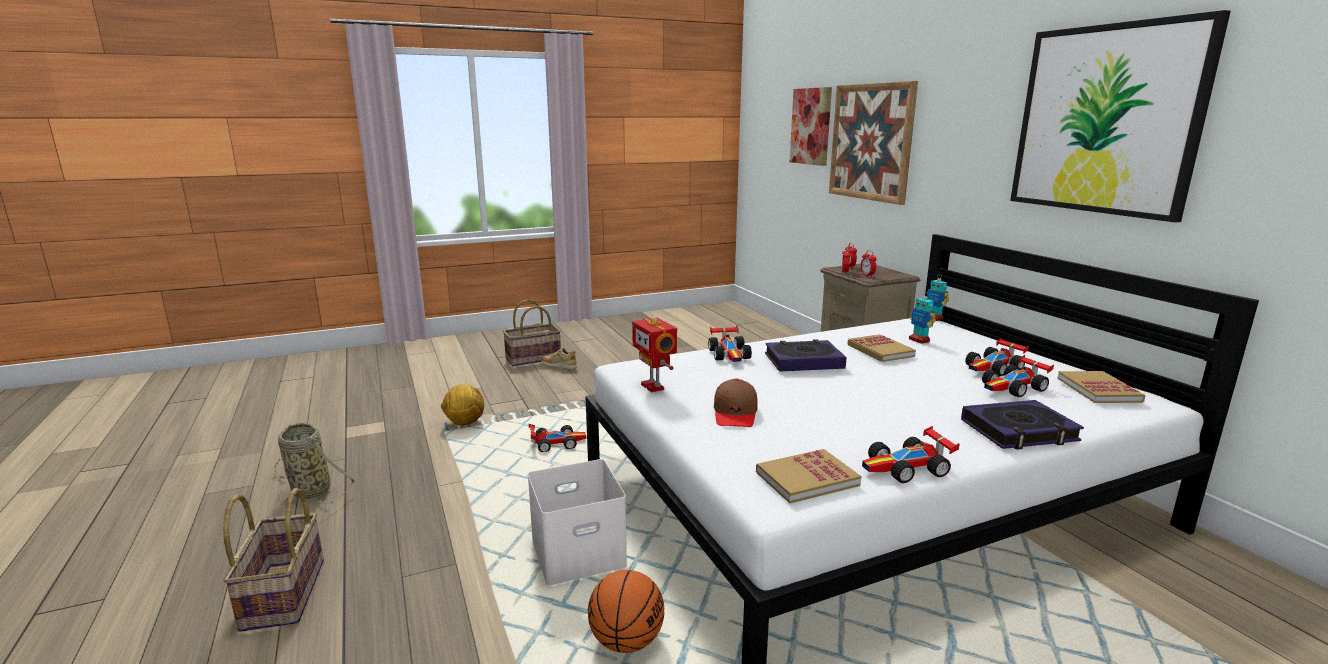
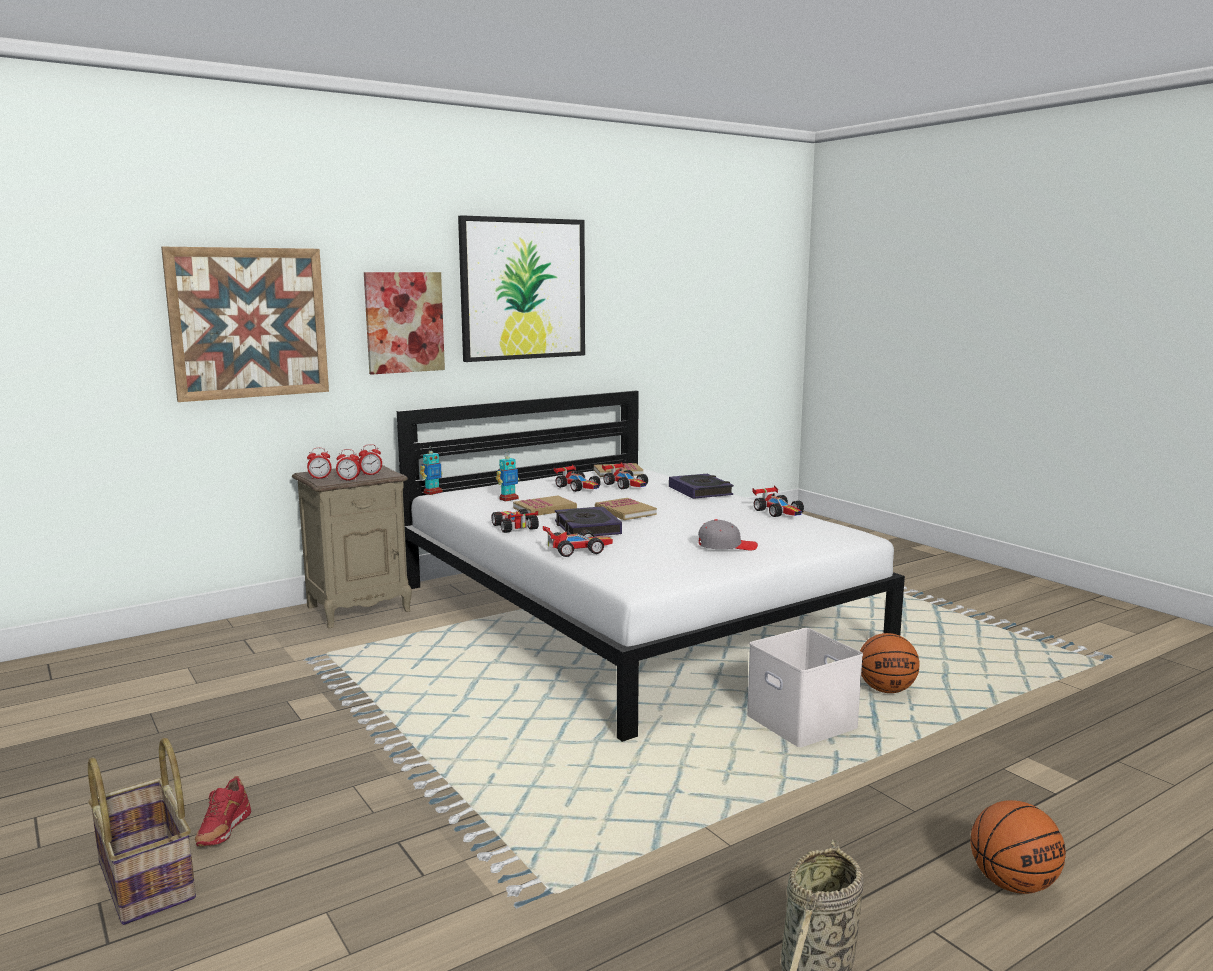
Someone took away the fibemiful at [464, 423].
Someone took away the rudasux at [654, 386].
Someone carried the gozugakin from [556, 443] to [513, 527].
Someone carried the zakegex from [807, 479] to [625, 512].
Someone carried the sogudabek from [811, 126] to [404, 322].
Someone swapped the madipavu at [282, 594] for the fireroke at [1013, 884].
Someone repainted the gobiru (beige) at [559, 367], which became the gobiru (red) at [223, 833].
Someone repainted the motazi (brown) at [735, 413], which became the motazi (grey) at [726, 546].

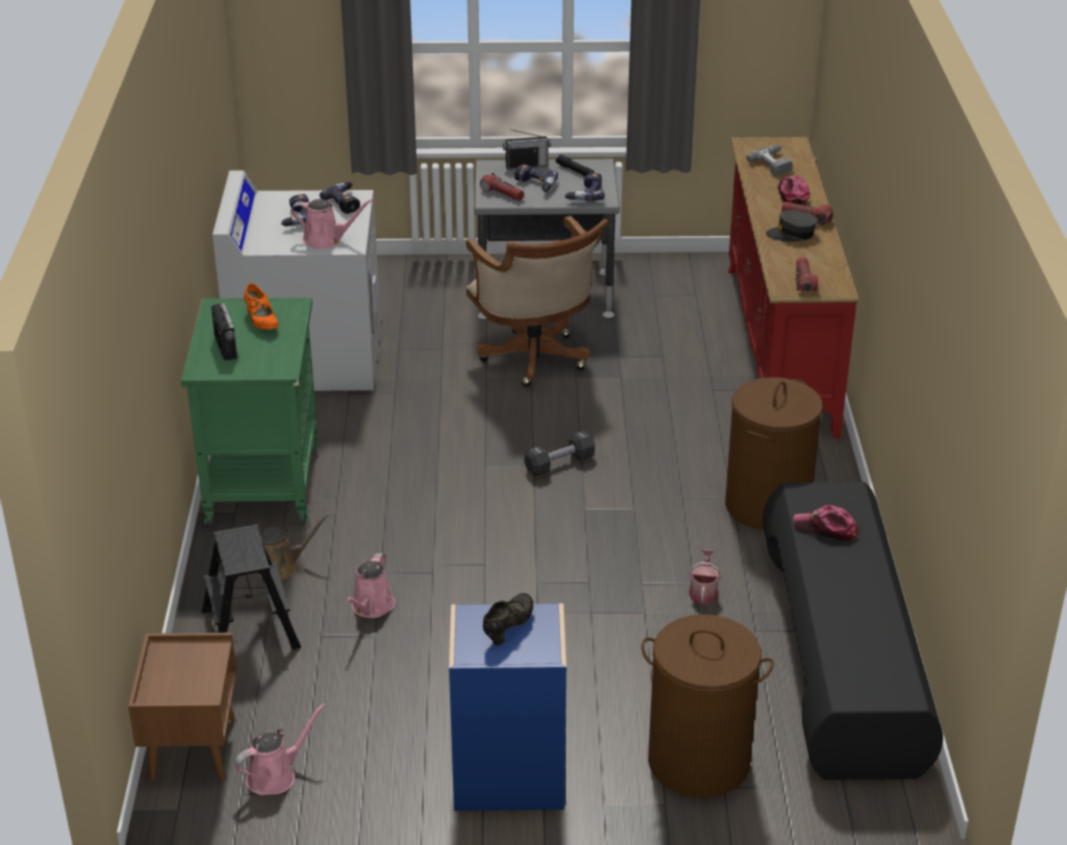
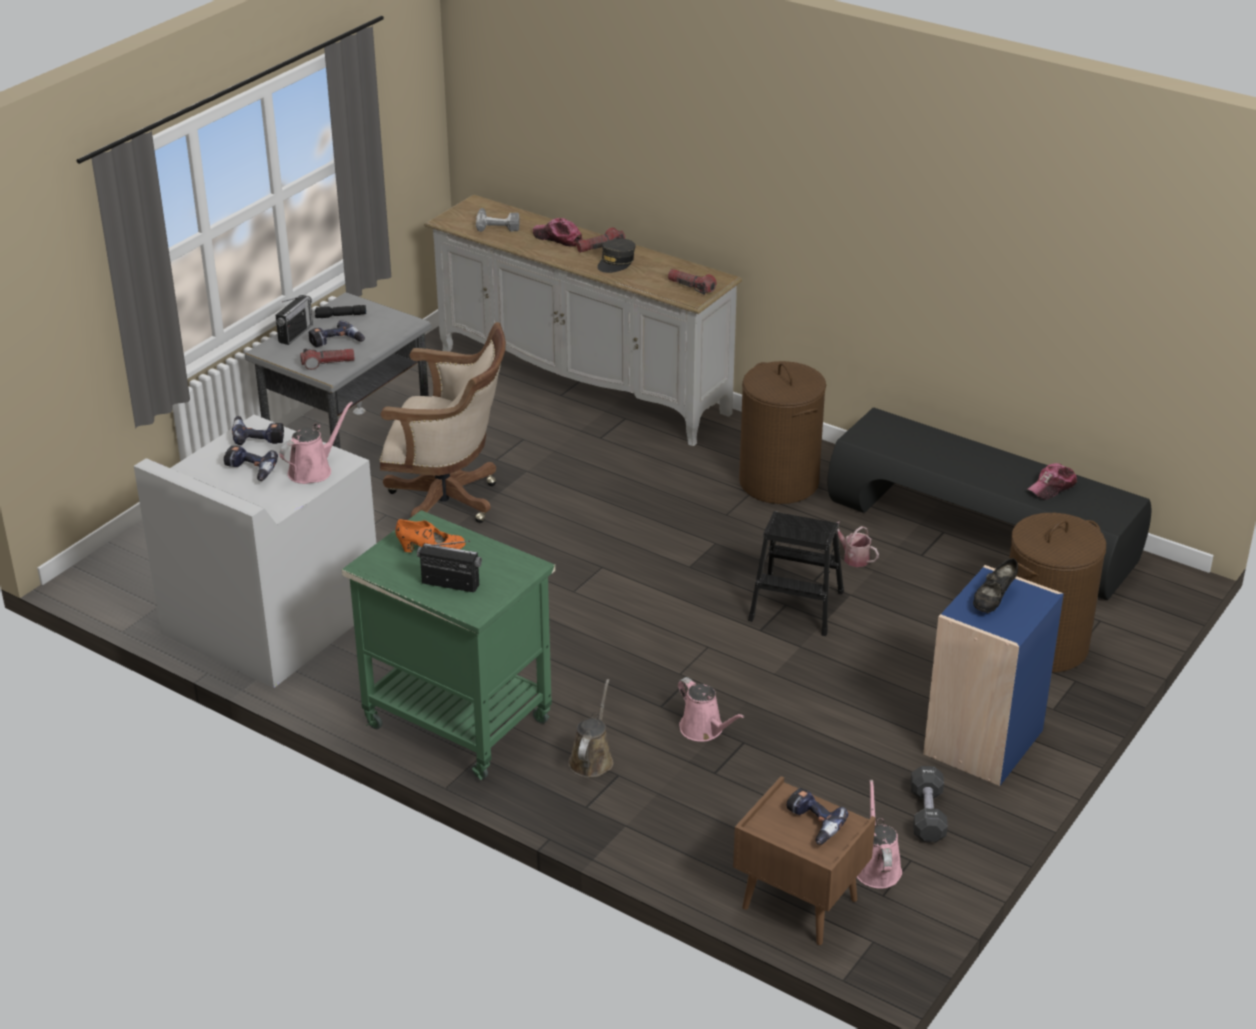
Someone carried the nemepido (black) from [250, 628] to [796, 605].
Someone carried the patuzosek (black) from [559, 464] to [927, 815].
Someone carried the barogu from [585, 195] to [812, 824].
Someone carried the motazi from [826, 529] to [1052, 487].
Someone repainted the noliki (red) at [778, 348], which became the noliki (grey) at [581, 385].
Someone rotated the gobiru (black) at [508, 627] by 120 degrees counterclockwise.

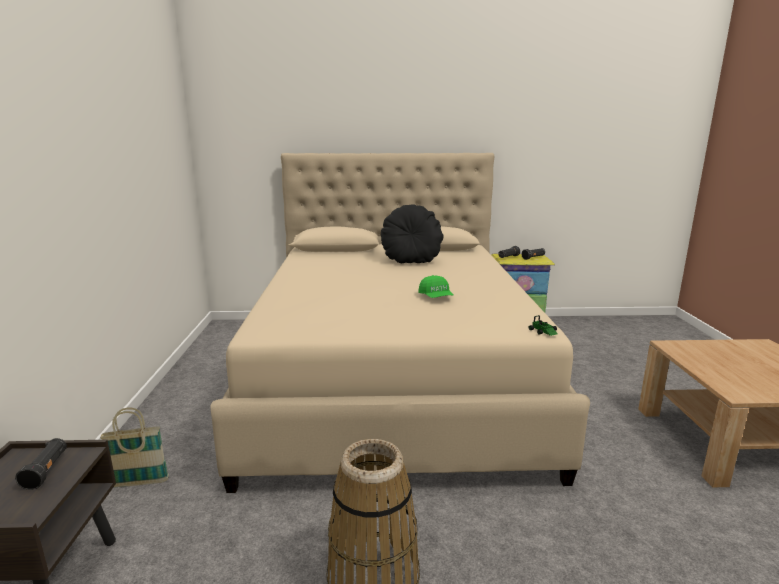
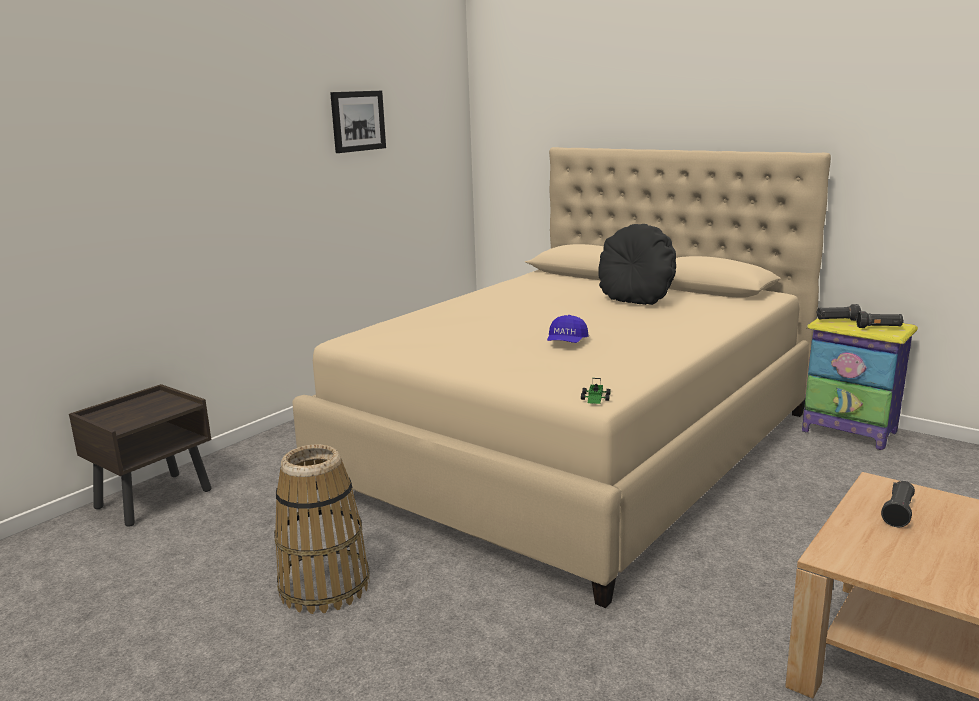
Someone took away the madipavu at [140, 483].
Someone put up the sogudabek at [357, 121].
Someone carried the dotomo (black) from [46, 471] to [898, 513].
Someone repainted the motazi (green) at [436, 297], which became the motazi (blue) at [566, 343].

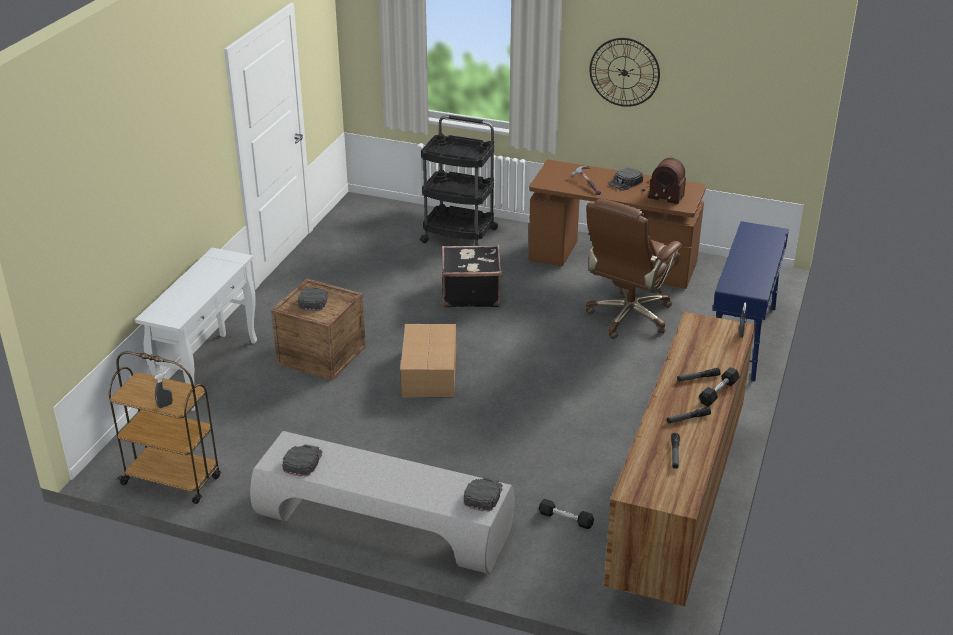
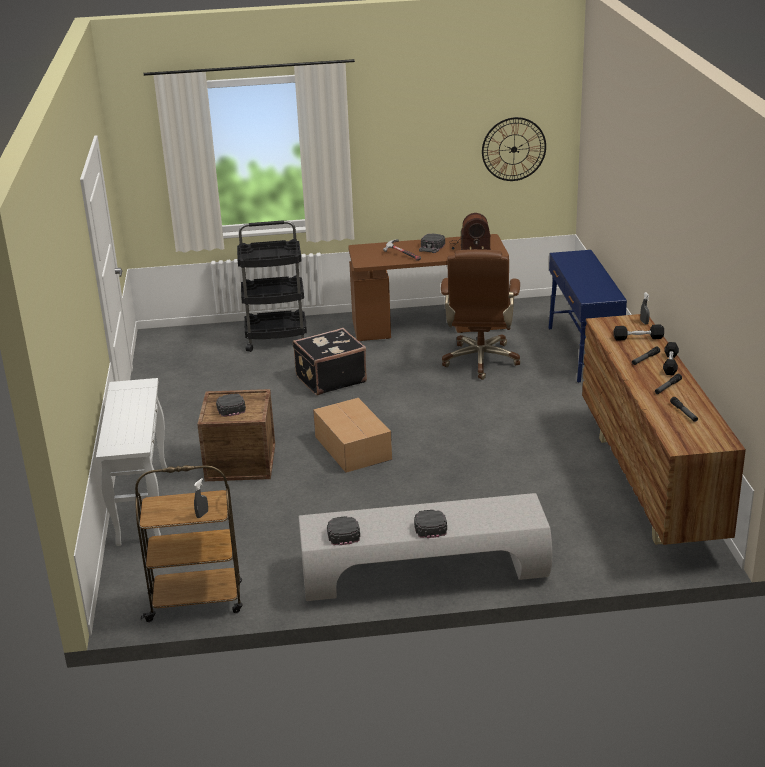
Someone carried the motazi (black) from [483, 495] to [429, 525].
Someone carried the patuzosek (black) from [565, 519] to [638, 338].
Someone carried the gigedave from [624, 72] to [514, 149].

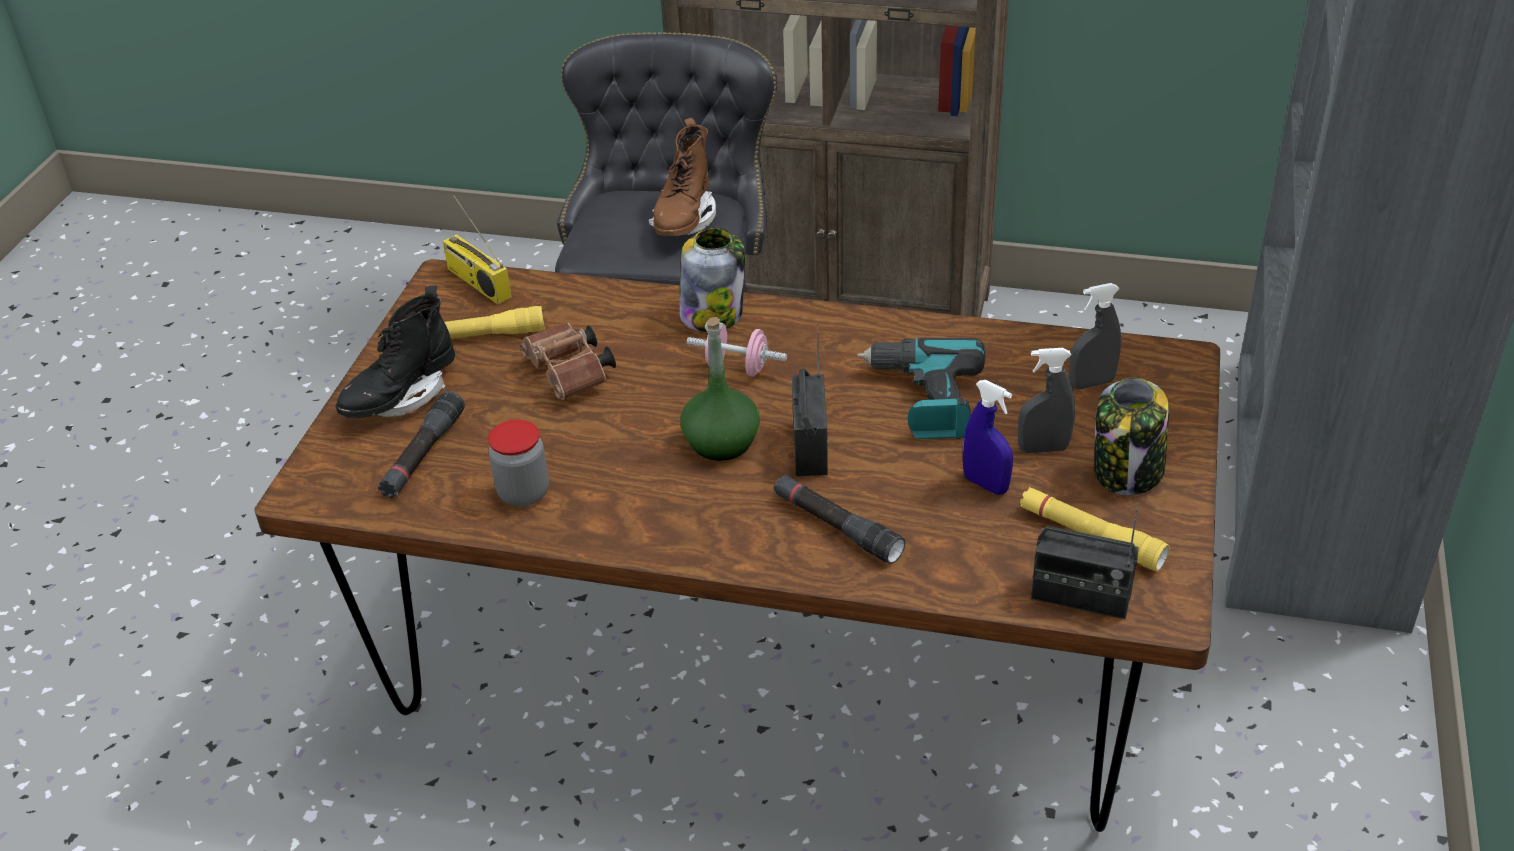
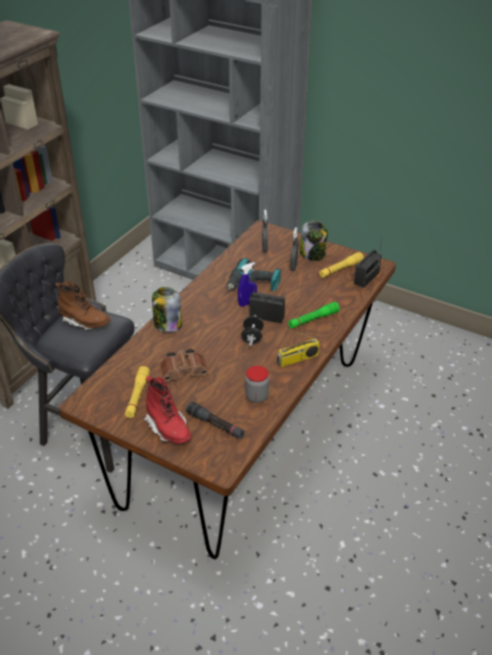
Someone took away the patuzosek (pink) at [737, 368].
Someone carried the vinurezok from [477, 283] to [297, 359].
Someone carried the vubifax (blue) from [985, 484] to [247, 303].
Someone swapped the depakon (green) at [721, 442] for the patuzosek (black) at [252, 337].
Someone repainted the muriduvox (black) at [401, 396], which became the muriduvox (red) at [168, 428].
Someone repainted the dotomo (black) at [836, 527], which became the dotomo (green) at [313, 319].

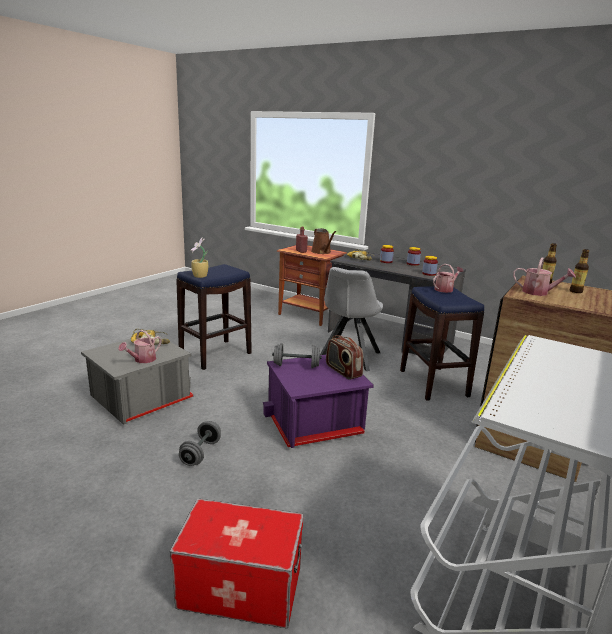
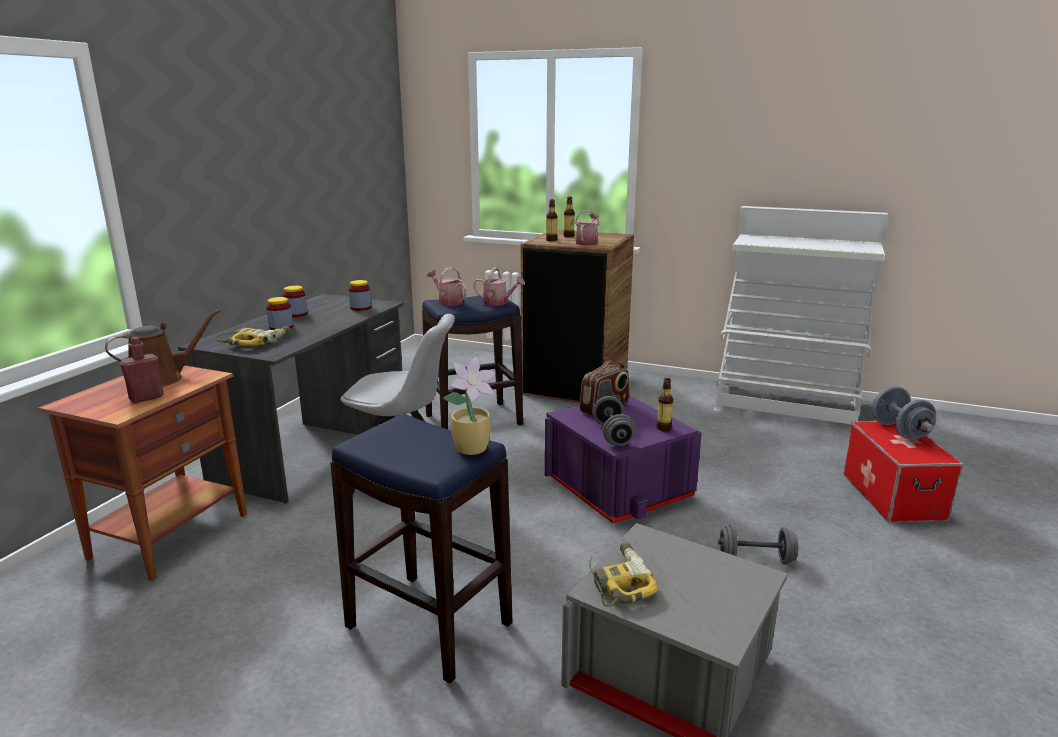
Someone put down the depakon at [663, 428].
Someone put down the patuzosek (grey) at [899, 431].
Someone carried the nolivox from [142, 360] to [498, 302].

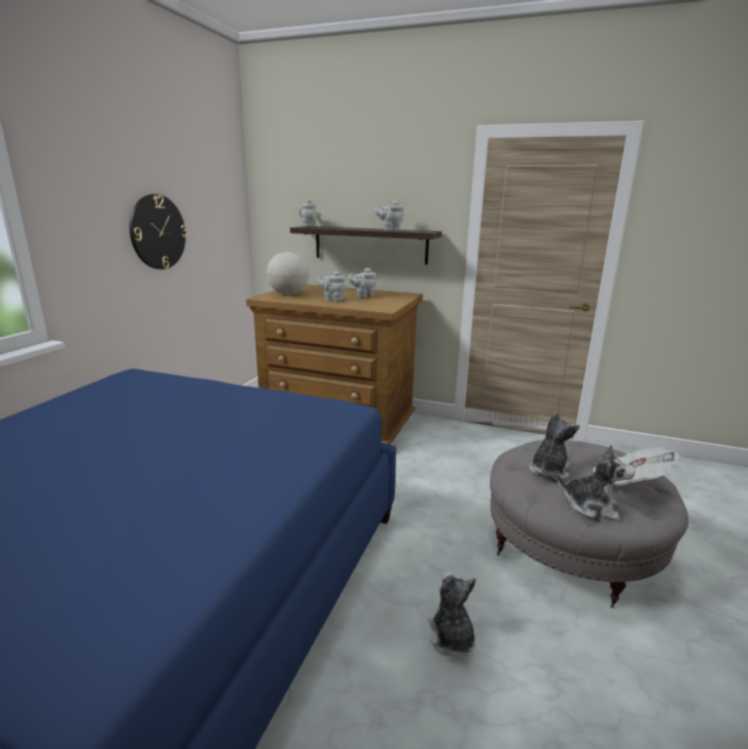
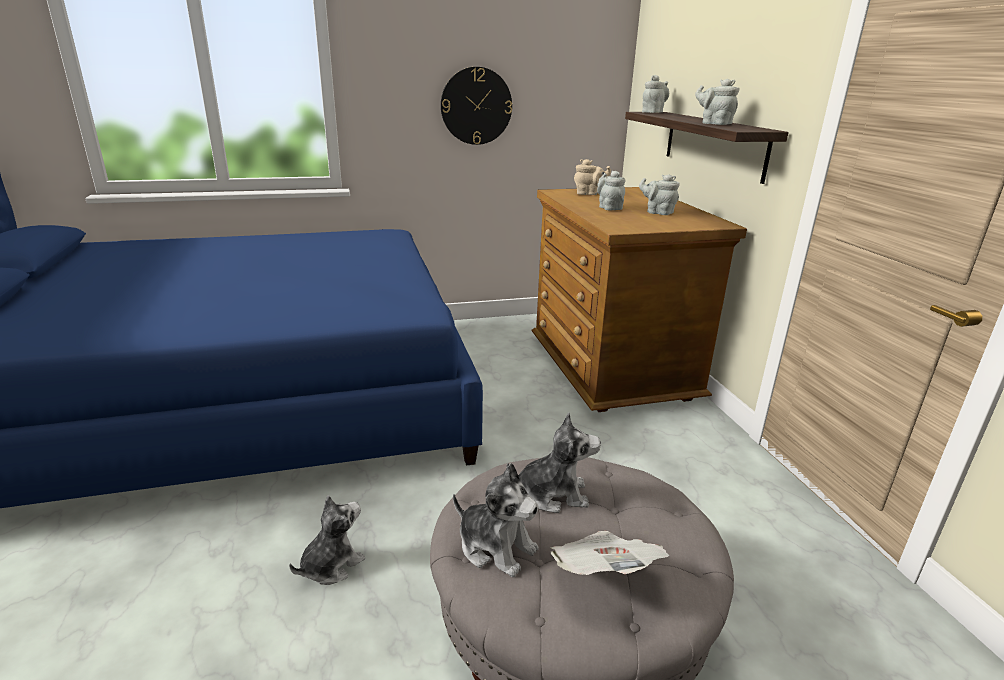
Someone swapped the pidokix at [288, 294] for the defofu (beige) at [589, 194].
Someone rotated the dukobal at [591, 506] by 45 degrees counterclockwise.

